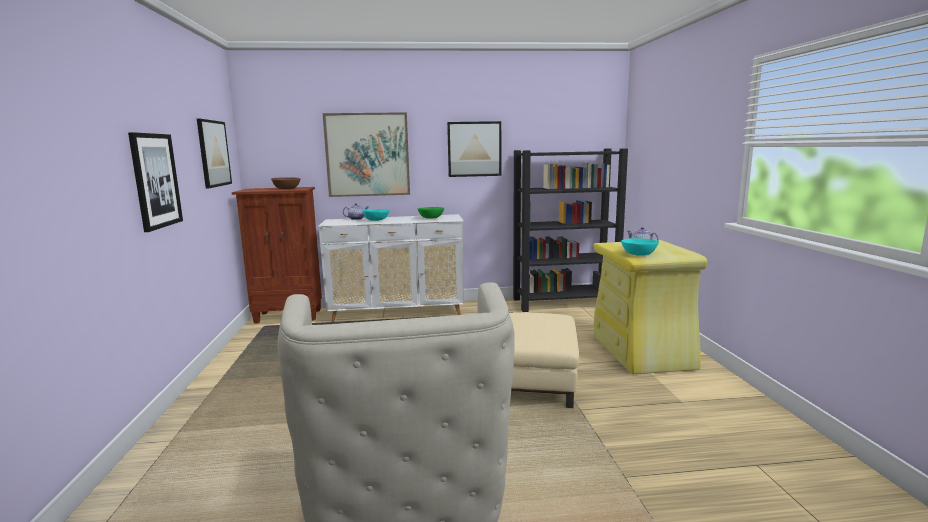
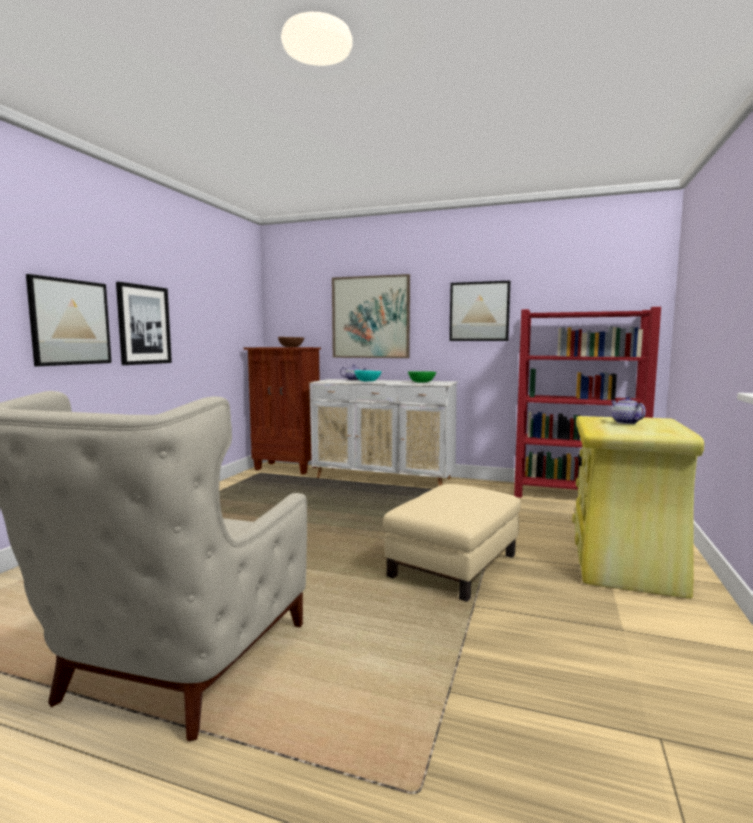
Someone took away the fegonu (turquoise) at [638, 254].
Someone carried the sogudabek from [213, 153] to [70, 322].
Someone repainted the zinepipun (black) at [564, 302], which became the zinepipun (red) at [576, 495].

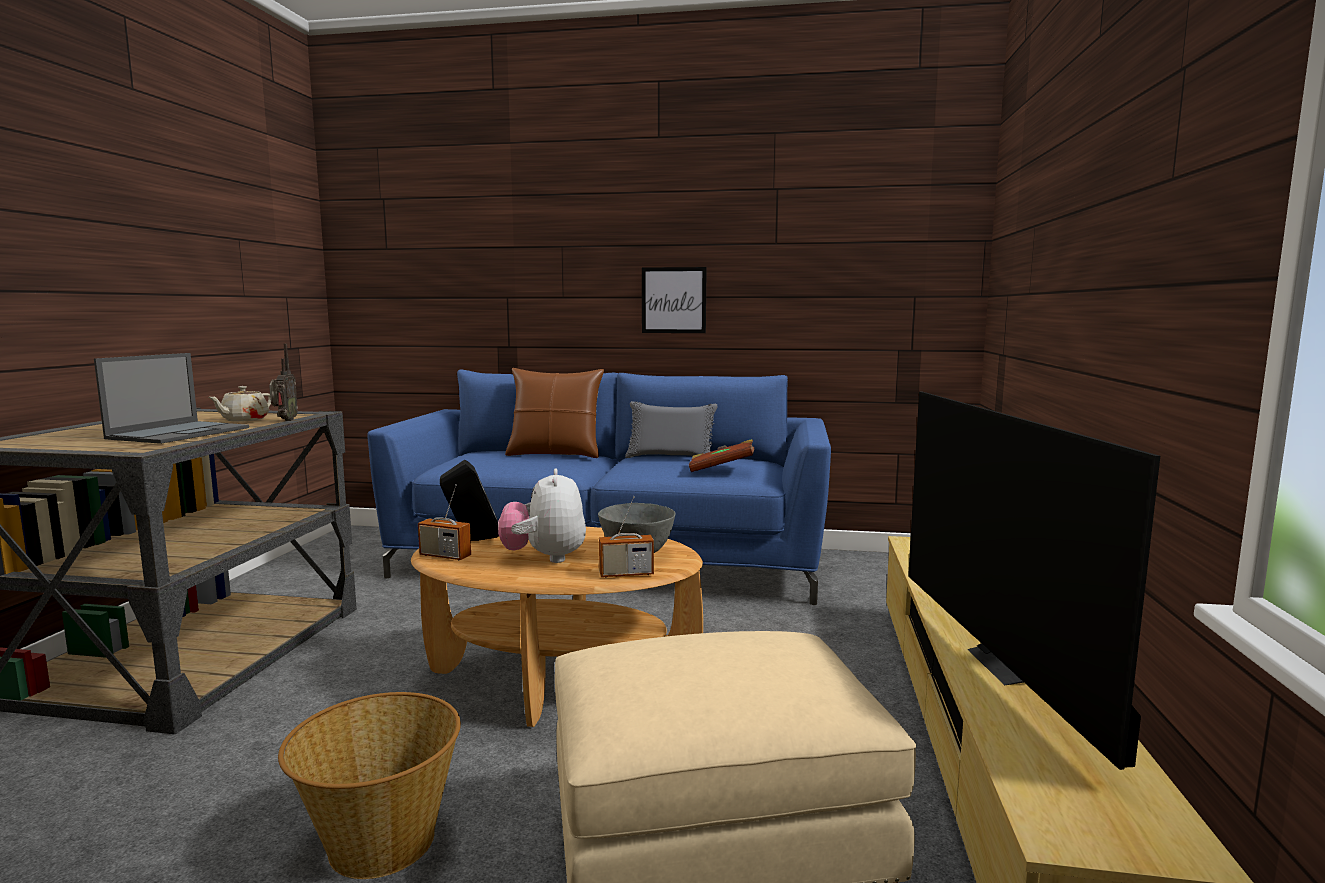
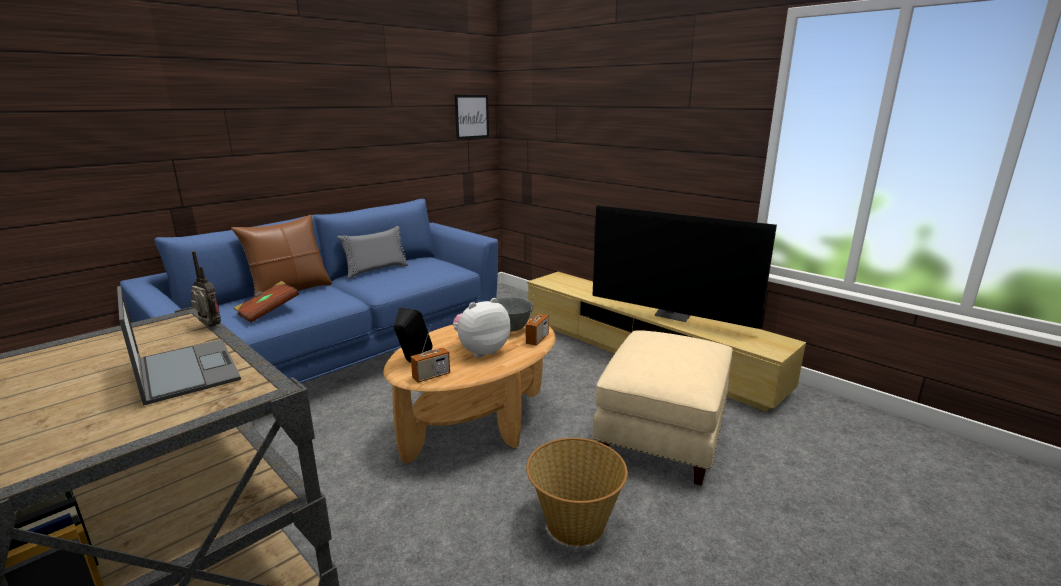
Someone took away the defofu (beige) at [244, 420].
Someone carried the sogudabek from [673, 300] to [471, 116].
Someone carried the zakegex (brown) from [721, 470] to [268, 312].
Someone rotated the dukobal at [544, 558] by 120 degrees clockwise.

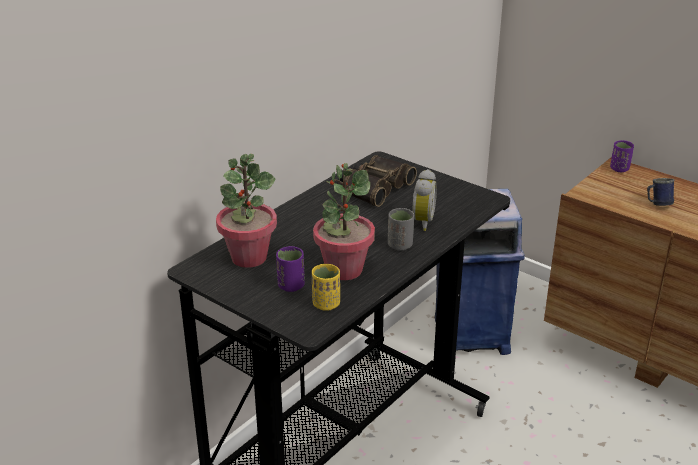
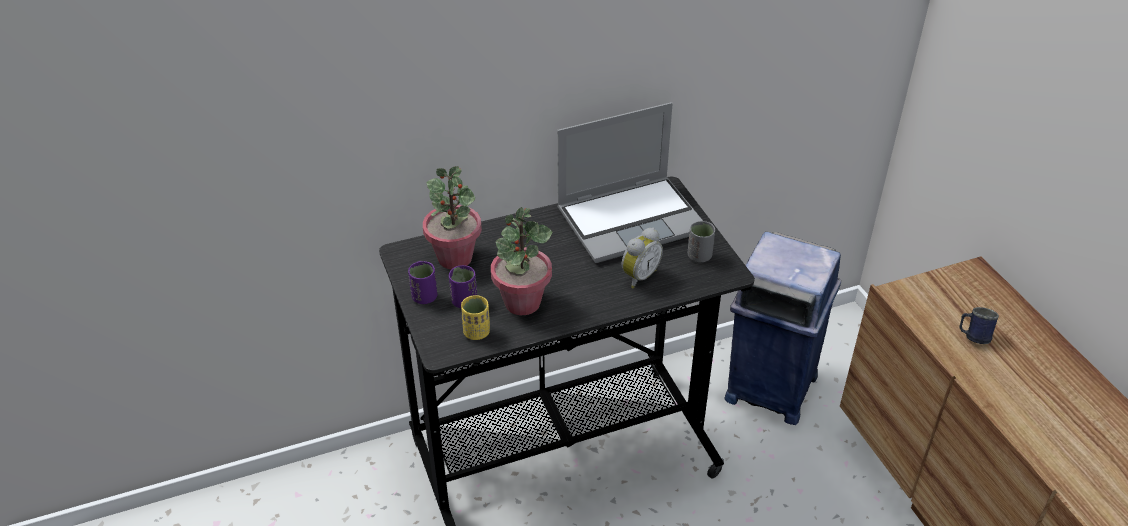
Someone carried the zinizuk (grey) from [400, 245] to [699, 256].
Someone carried the zinizuk (purple) from [619, 169] to [424, 297].
Someone swapped the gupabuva at [374, 187] for the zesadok at [631, 219].

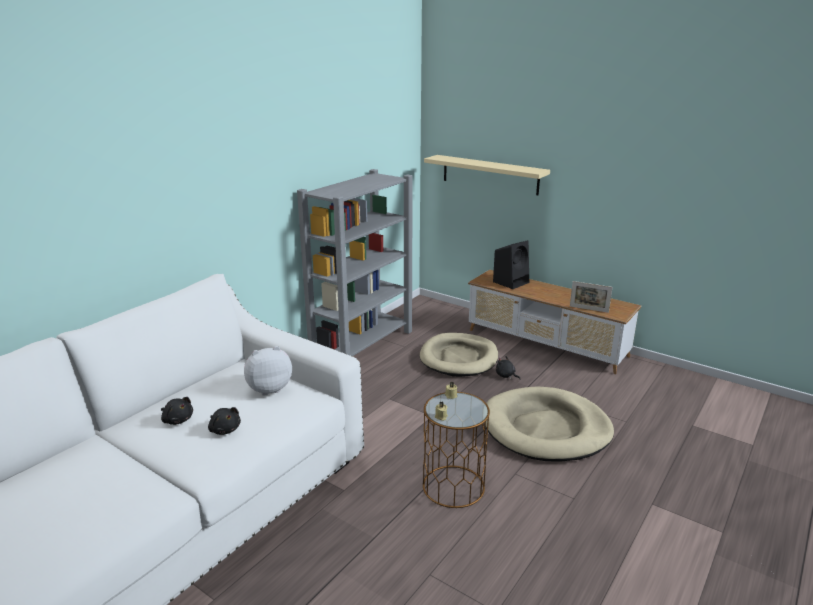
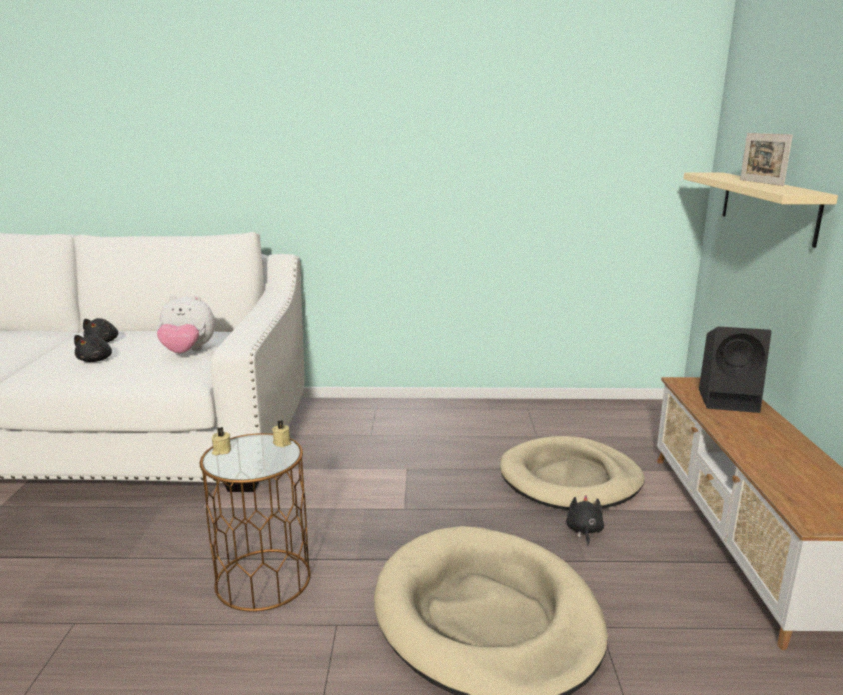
Someone took away the zinepipun (grey) at [362, 344].
Someone carried the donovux from [589, 309] to [761, 182].
Someone rotated the dukobal at [269, 388] by 150 degrees clockwise.

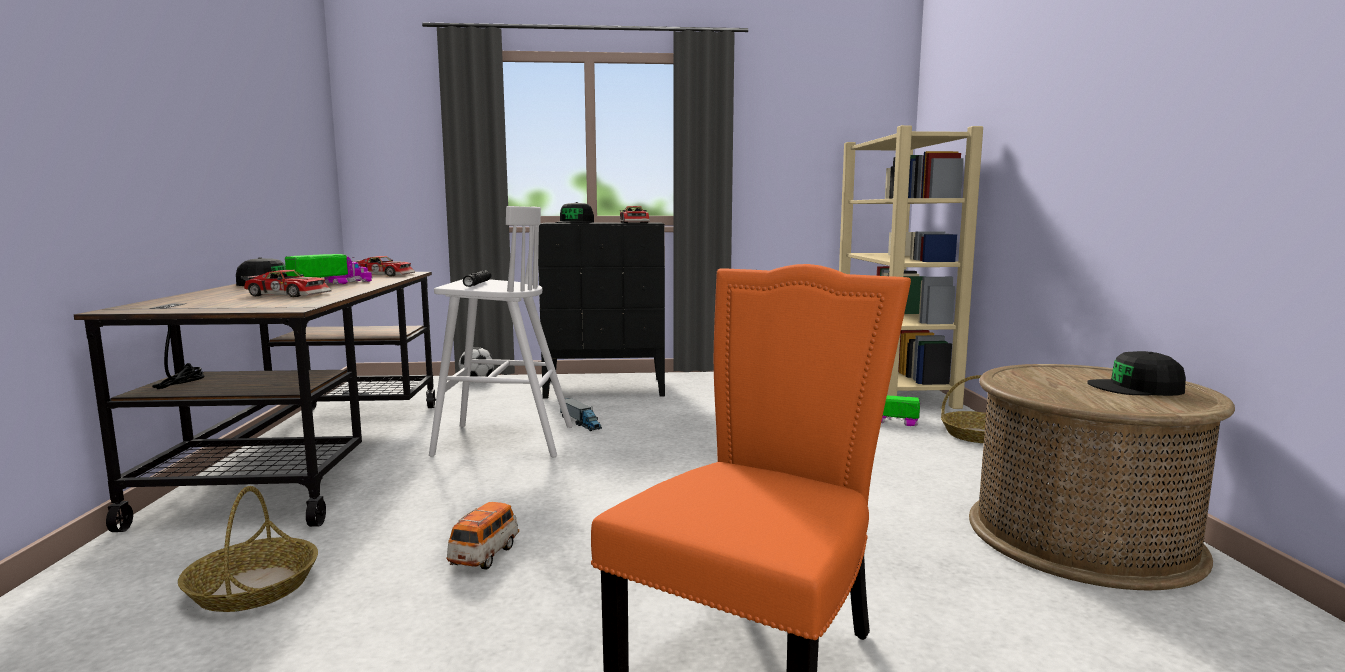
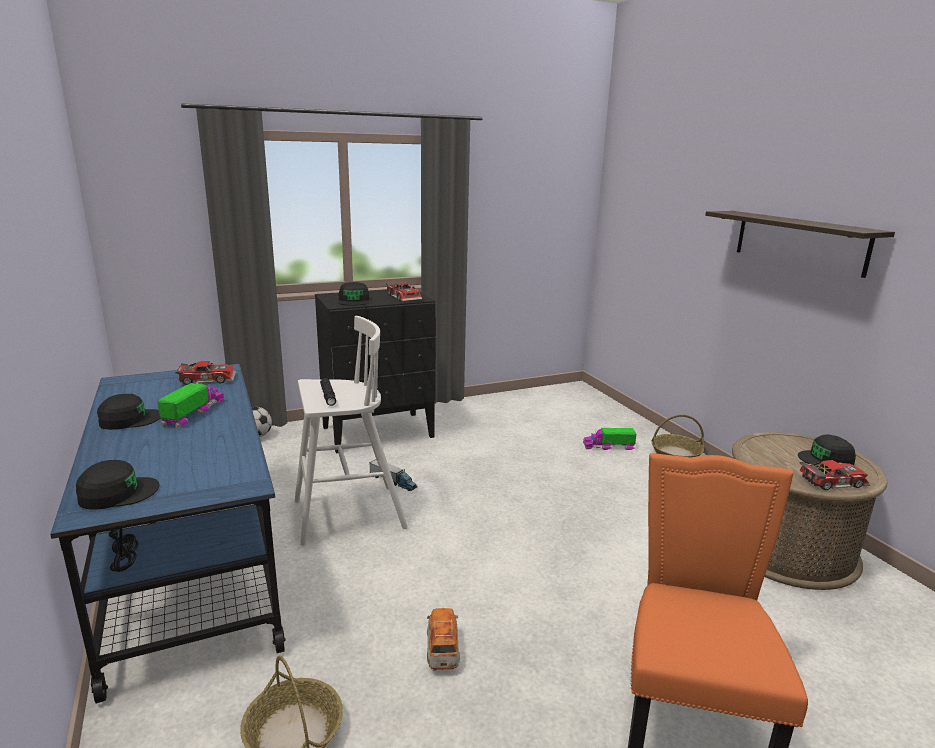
Someone took away the zinepipun (beige) at [892, 388].
Someone put down the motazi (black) at [117, 493].
Someone put up the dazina at [799, 242].
Someone carried the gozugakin from [289, 294] to [831, 480].
Someone repainted the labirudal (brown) at [312, 455], which became the labirudal (blue) at [191, 562].

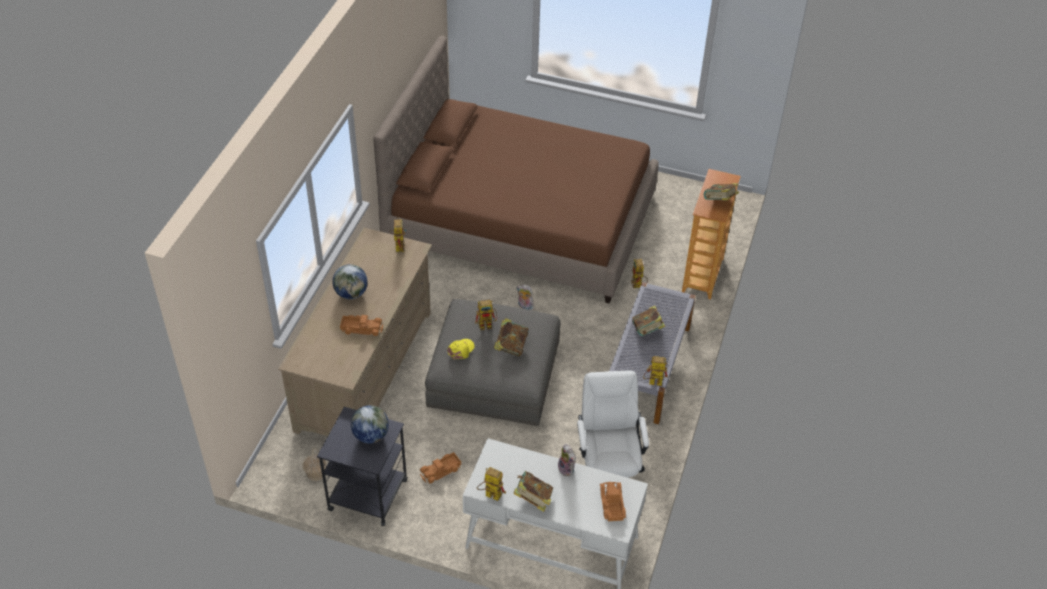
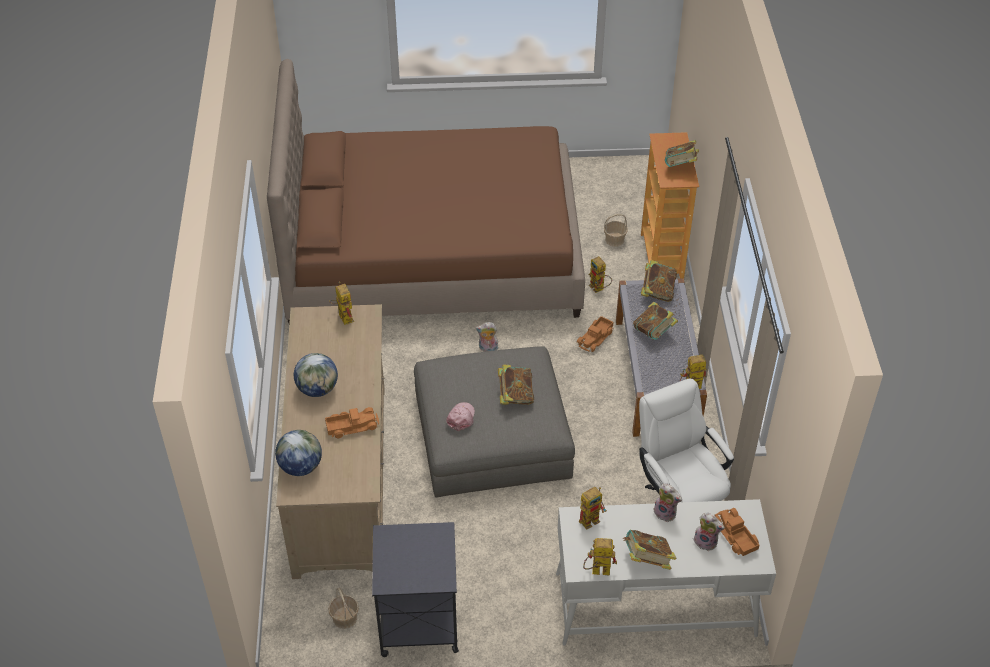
Someone put down the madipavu at [615, 240].
Someone put down the zakegex at [657, 292].
Someone put down the dukobal at [706, 541].
Someone carried the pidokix from [371, 435] to [300, 467].
Someone carried the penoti from [441, 471] to [596, 338].
Someone carried the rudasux from [488, 324] to [592, 518].
Someone repainted the motazi (yellow) at [461, 350], which became the motazi (pink) at [461, 418].

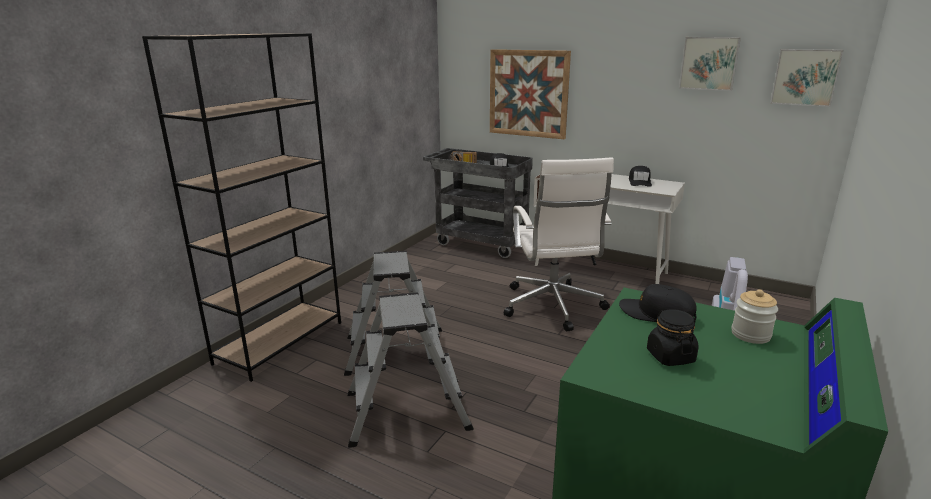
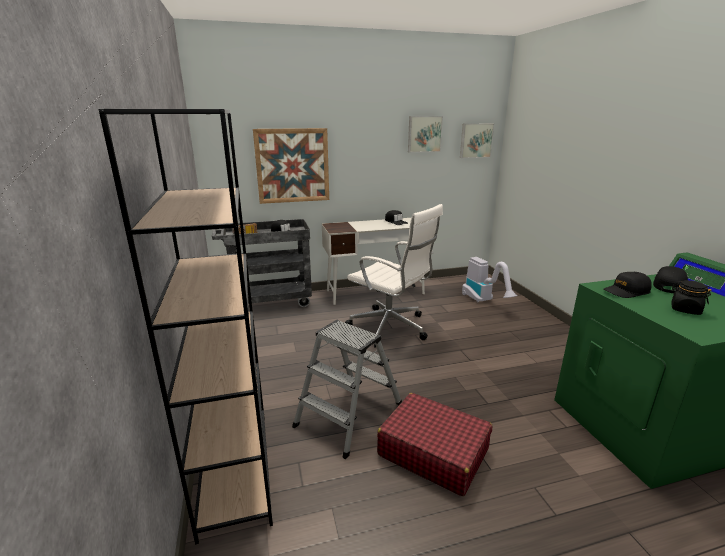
Someone swapped the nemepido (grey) at [407, 411] for the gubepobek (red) at [433, 452].
Someone swapped the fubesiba at [750, 335] for the motazi (black) at [668, 285].

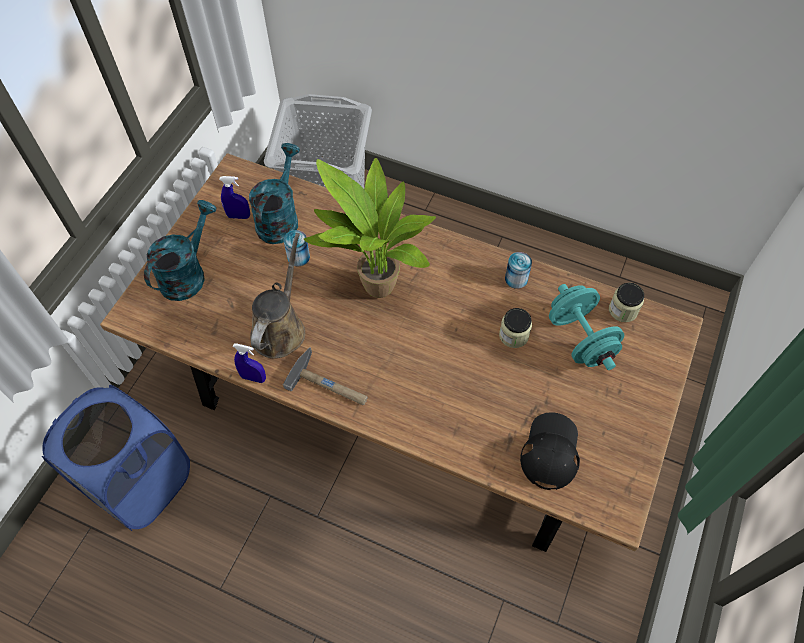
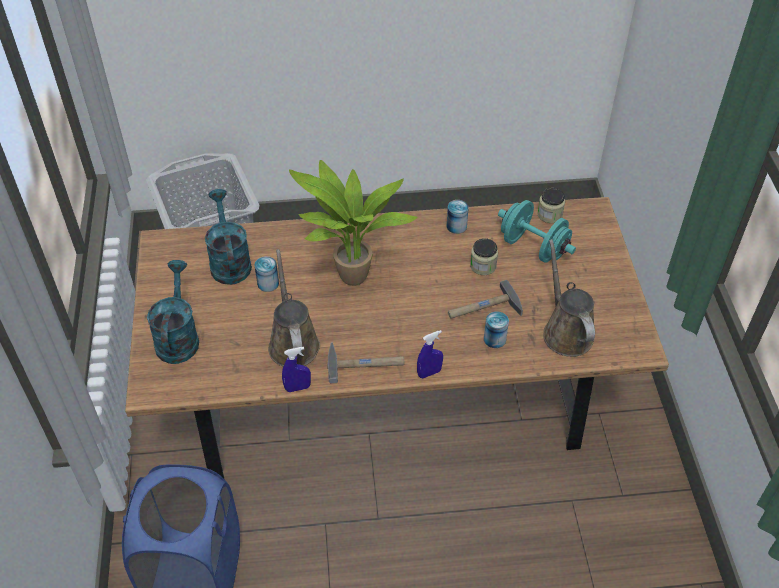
Someone put down the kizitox at [483, 309].
Someone put down the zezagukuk at [494, 339].
Someone carried the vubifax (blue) from [238, 216] to [429, 373].
Someone swapped the motazi (black) at [550, 451] for the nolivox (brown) at [566, 331].

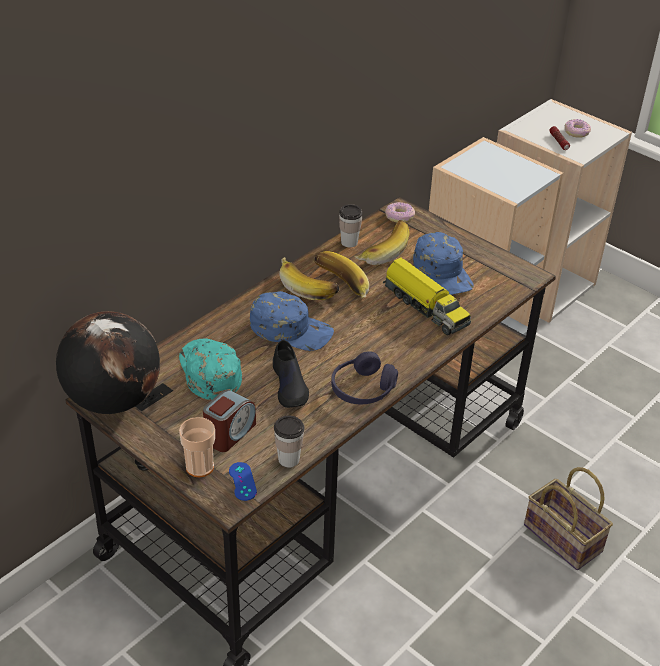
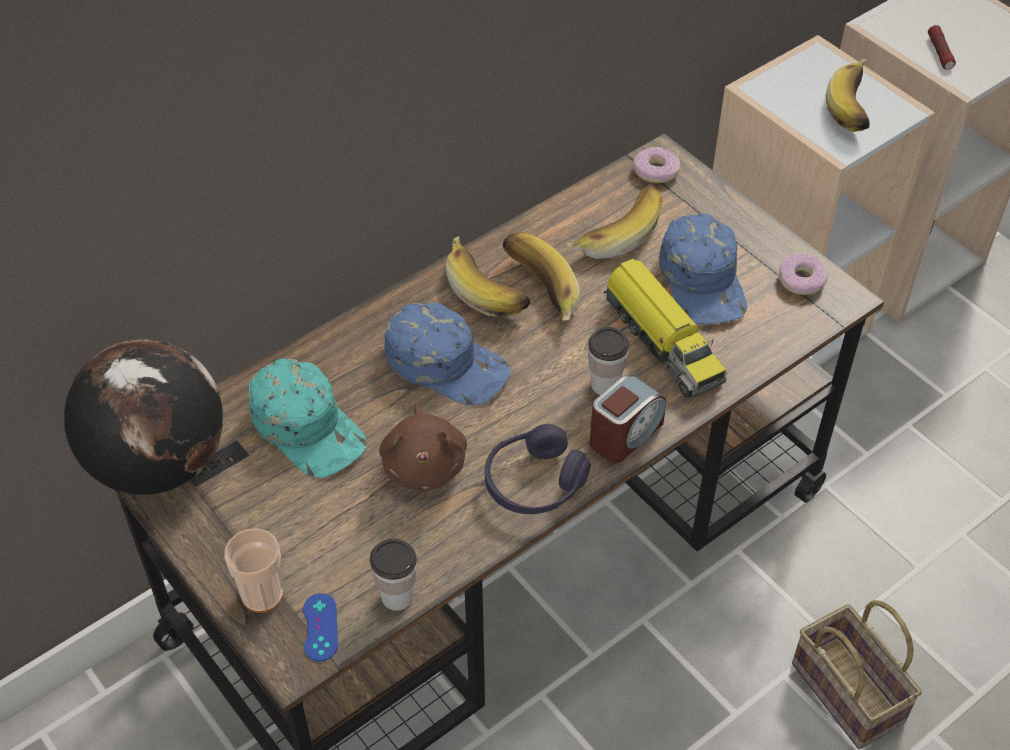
Someone put down the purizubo at [856, 108].
Someone carried the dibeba from [229, 433] to [625, 434].
Someone carried the zinizuk from [349, 242] to [605, 384].
Someone carried the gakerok from [576, 132] to [802, 280].
Someone swapped the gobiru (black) at [289, 385] for the dukobal (brown) at [424, 464].
Someone rotated the motazi (turquoise) at [209, 371] by 150 degrees clockwise.

